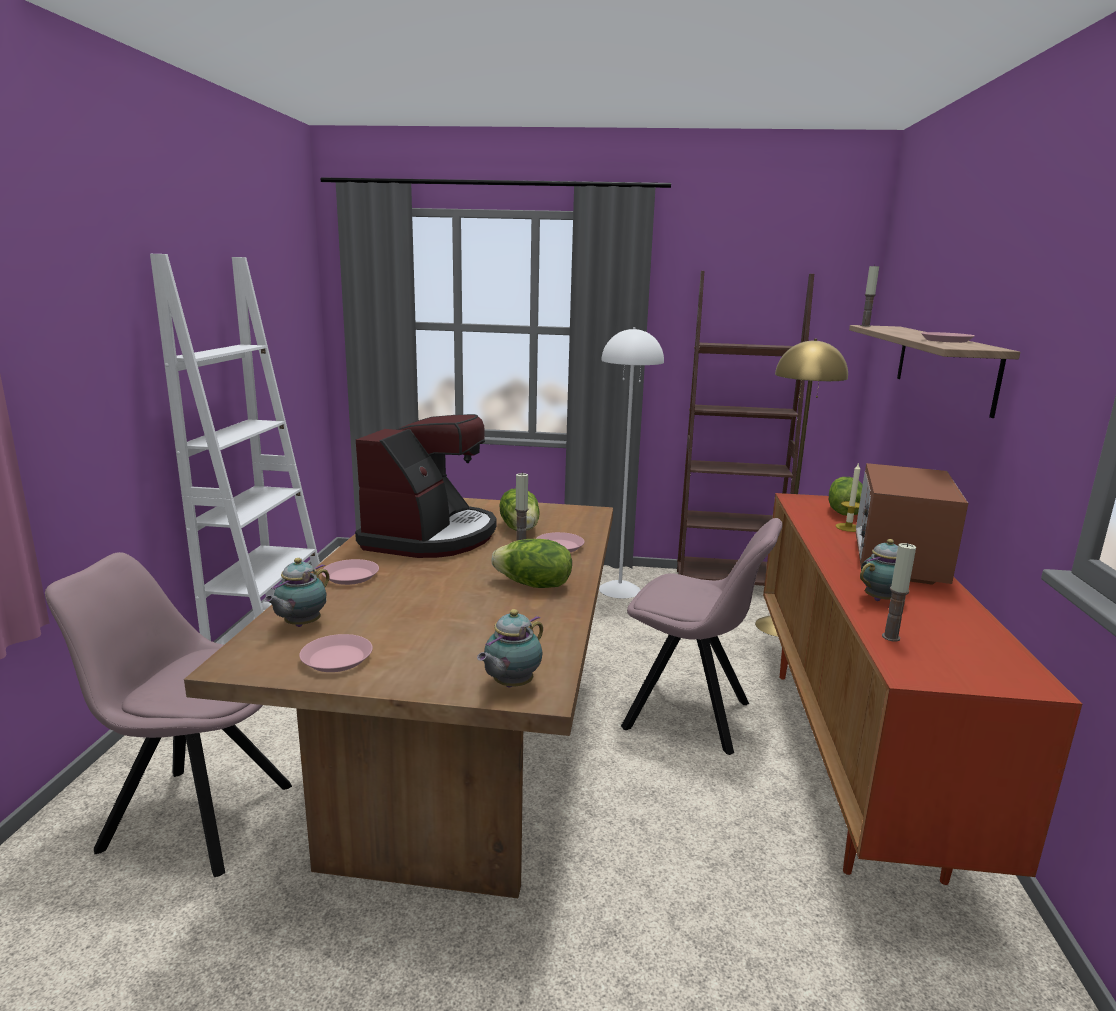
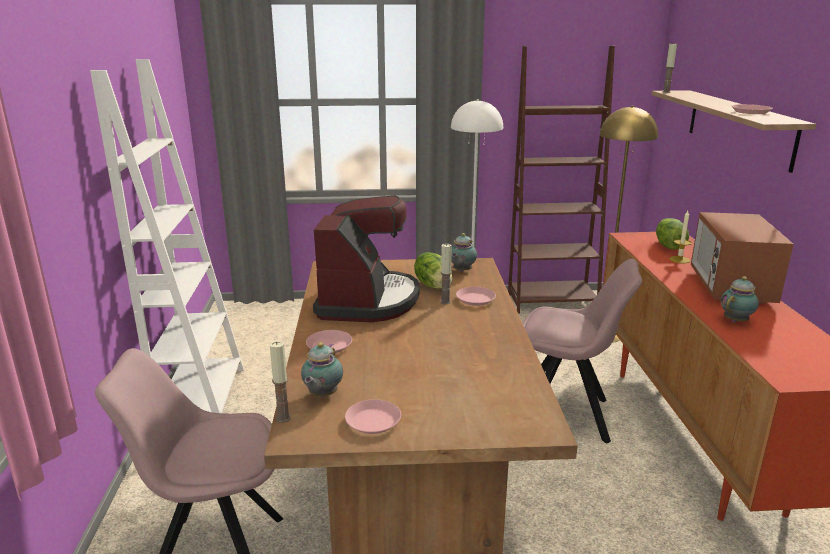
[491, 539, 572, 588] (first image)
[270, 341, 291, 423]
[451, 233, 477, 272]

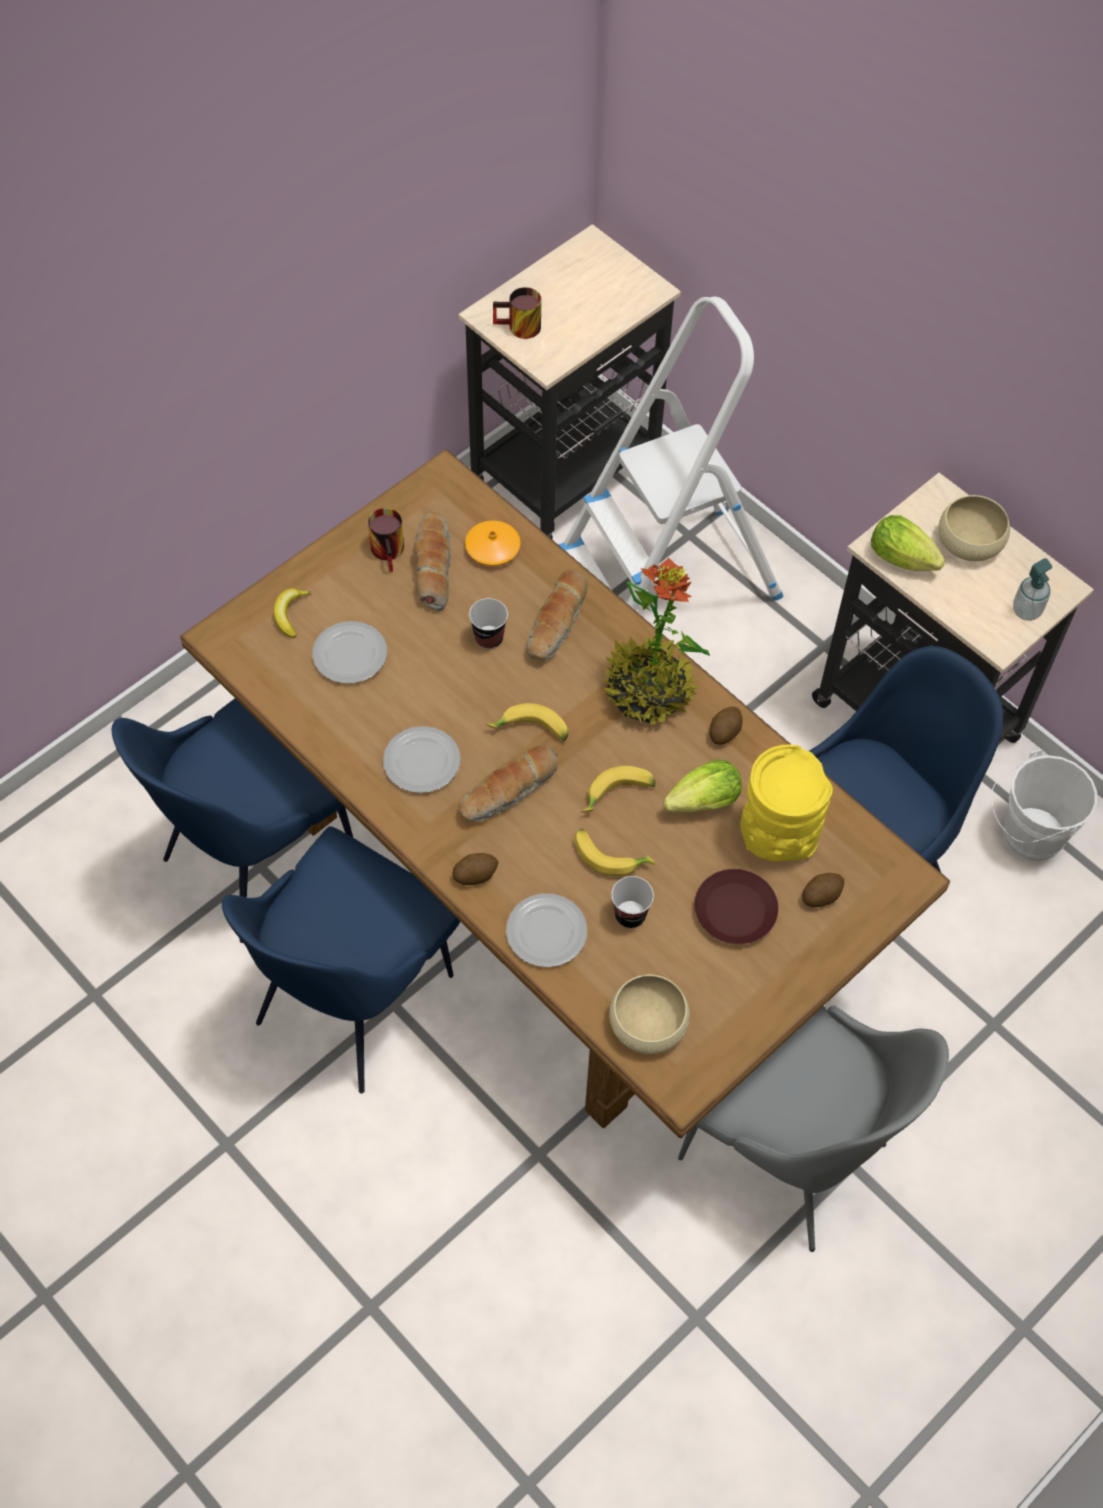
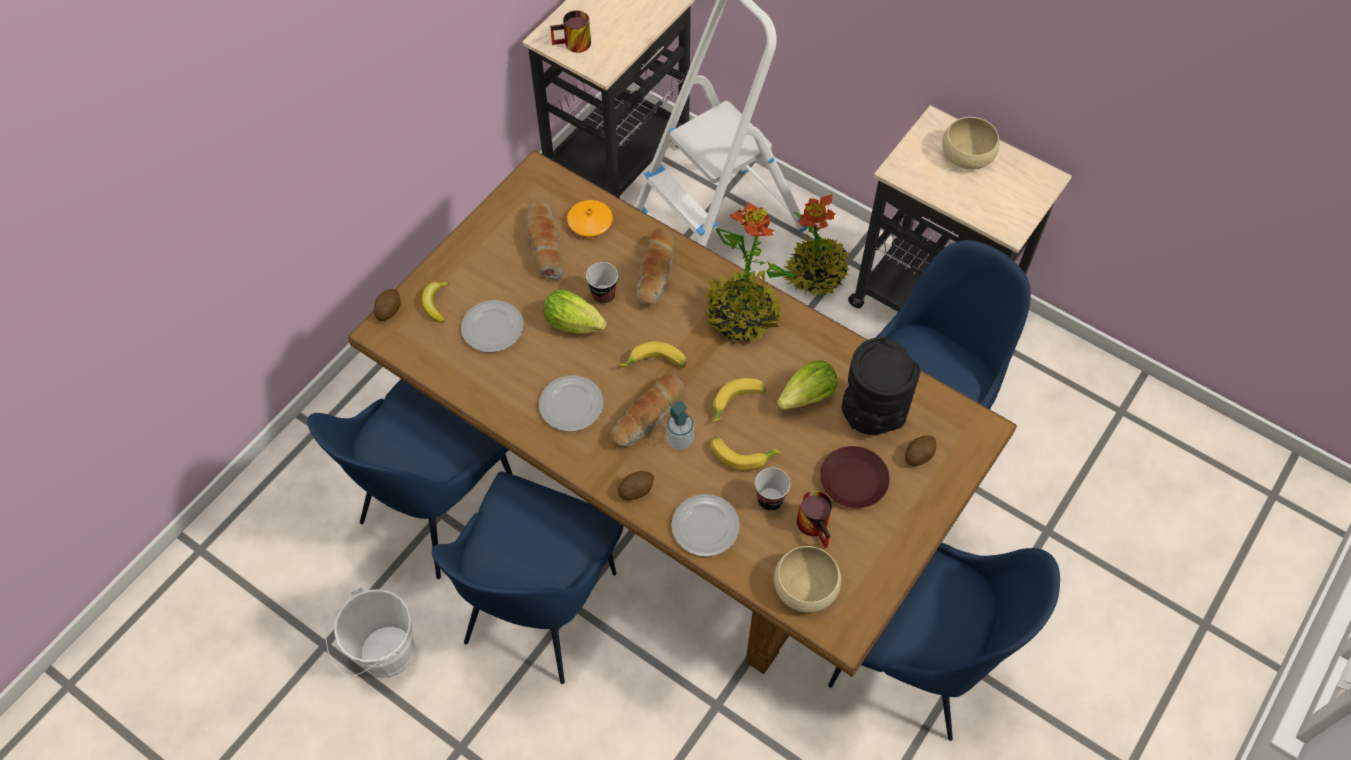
[797, 490, 832, 548]
[543, 289, 607, 334]
[667, 400, 694, 450]
[374, 289, 401, 321]
[842, 337, 921, 435]
[325, 587, 415, 678]
[828, 543, 1060, 741]
[783, 193, 850, 296]

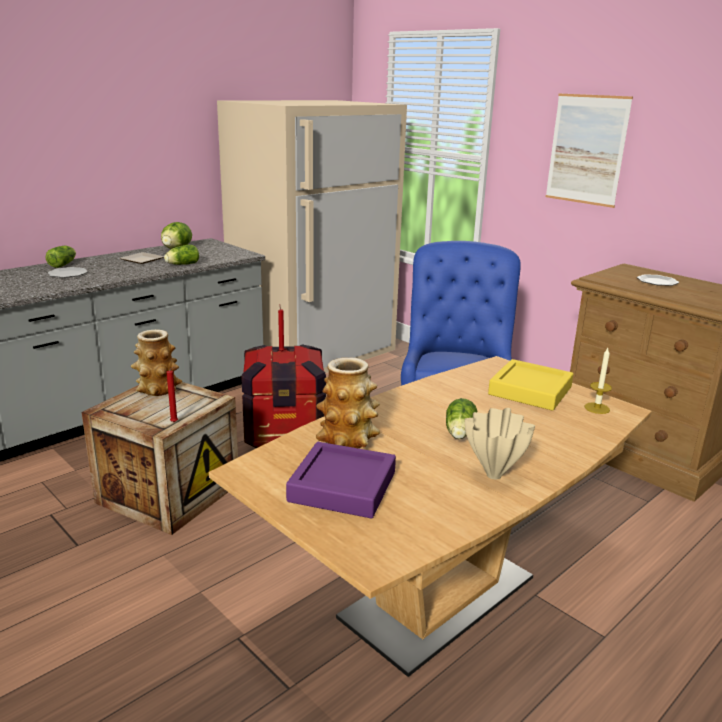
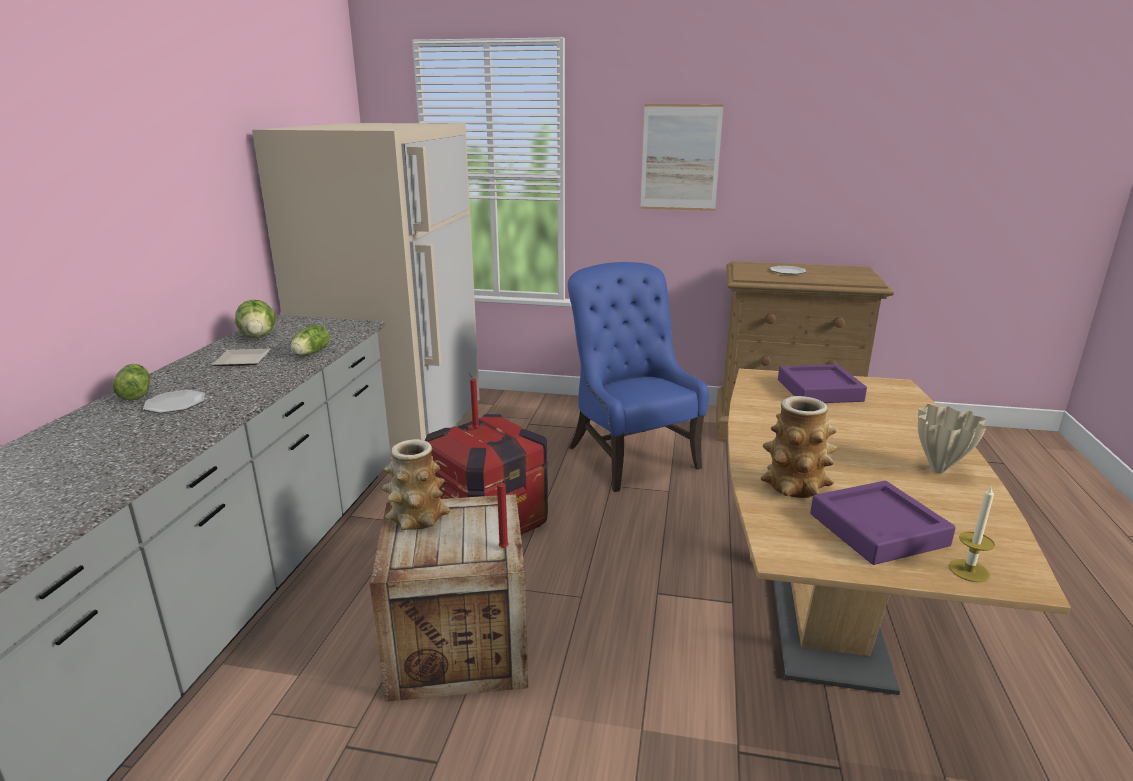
[949, 485, 995, 582]
[778, 364, 867, 403]
[446, 398, 477, 439] (first image)

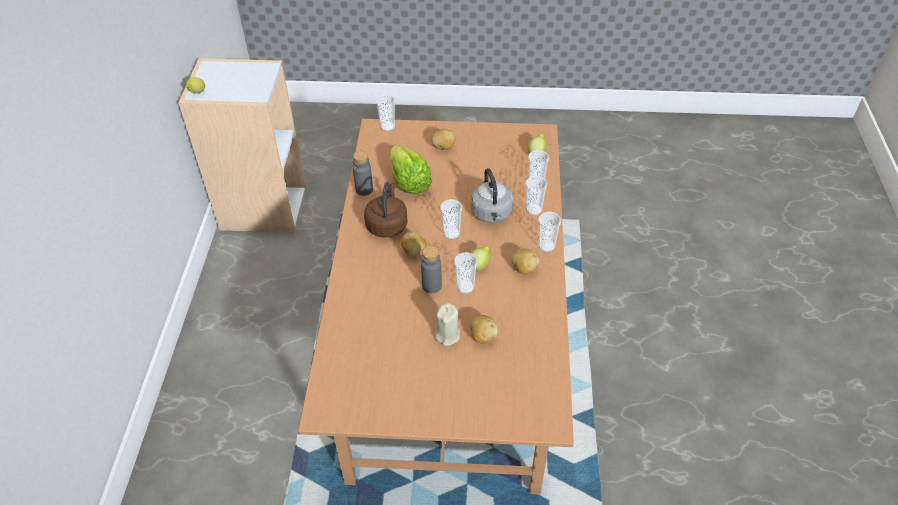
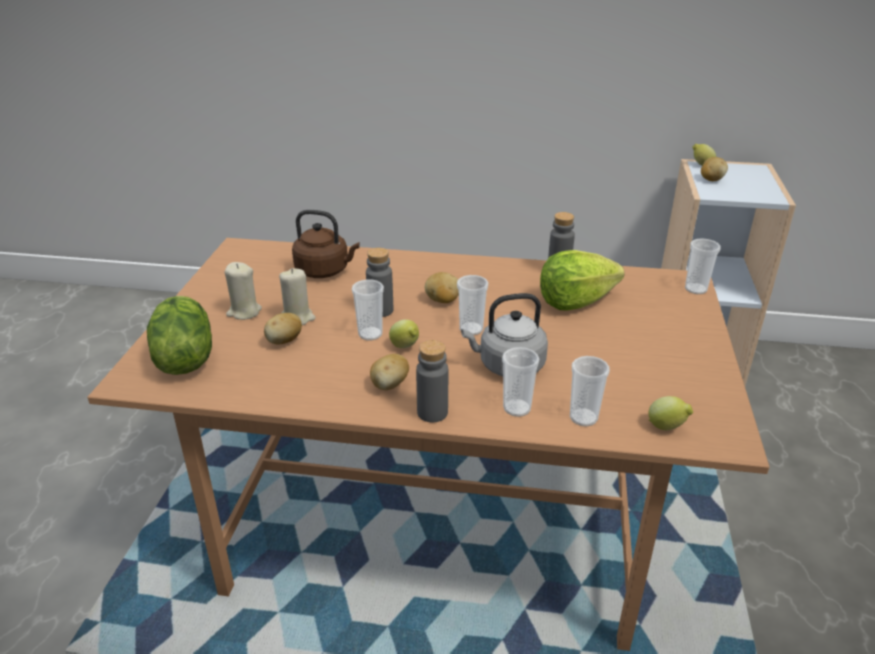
[701, 157, 728, 181]
[292, 210, 360, 278]
[416, 340, 448, 423]
[225, 262, 262, 320]
[147, 296, 212, 375]

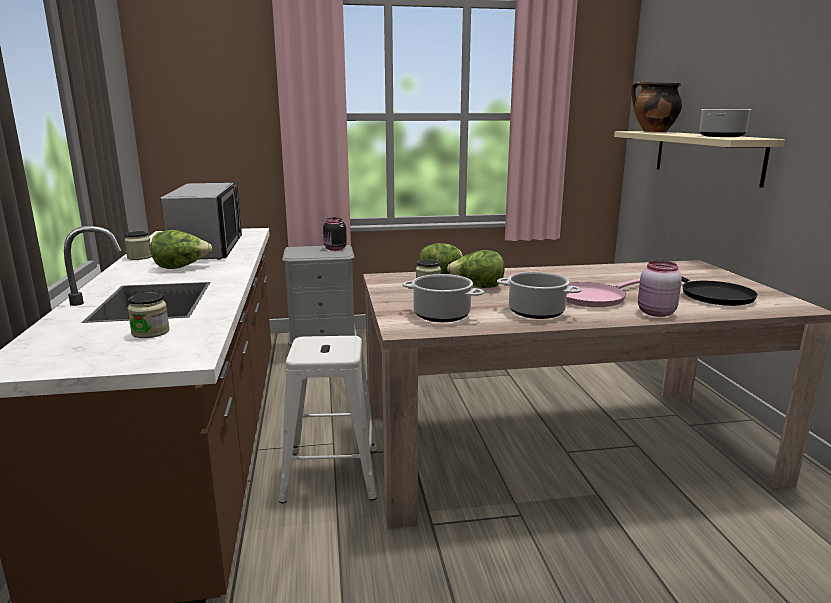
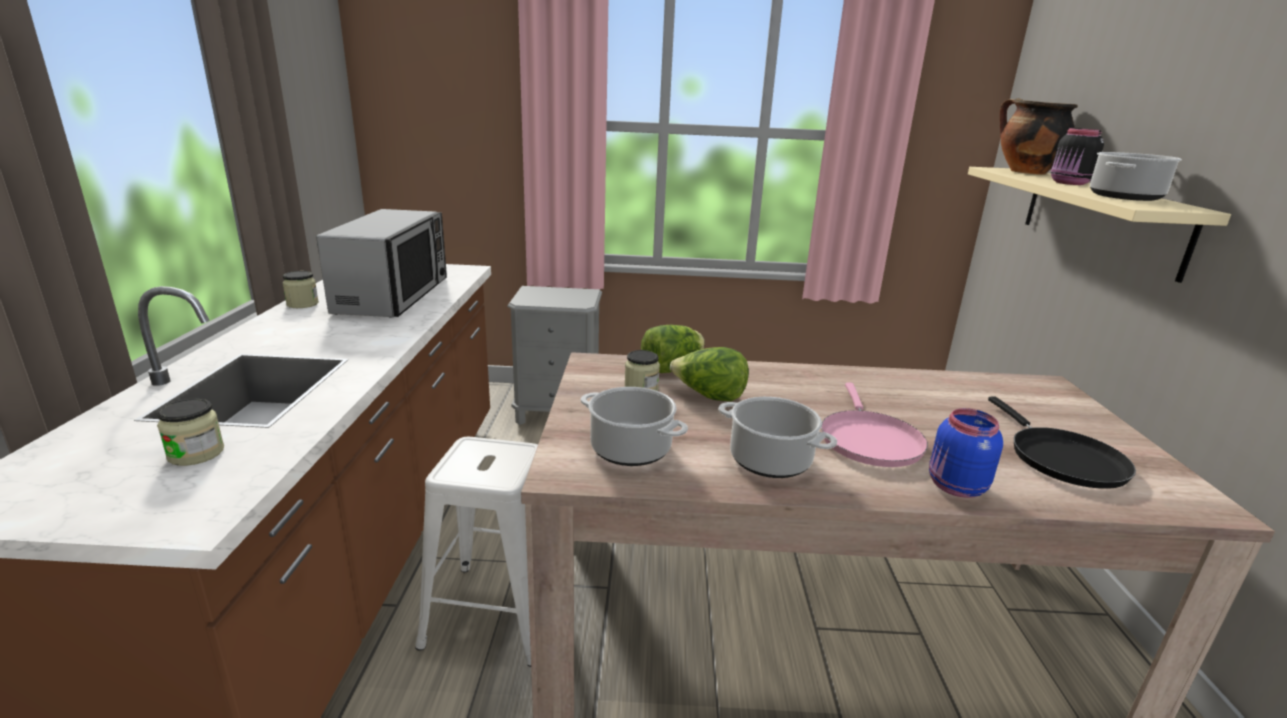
[1051, 128, 1104, 185]
[151, 230, 212, 269] (first image)
[929, 408, 1003, 498]
[821, 382, 928, 467]

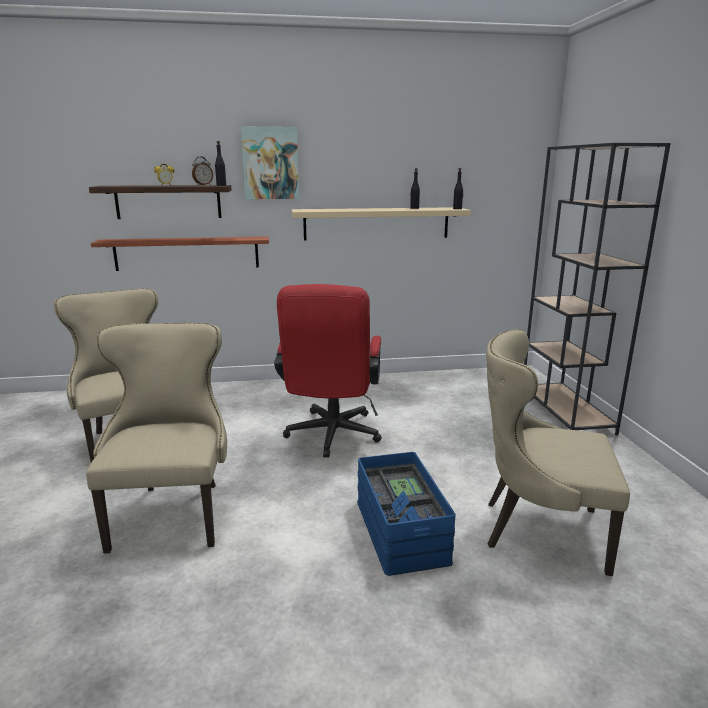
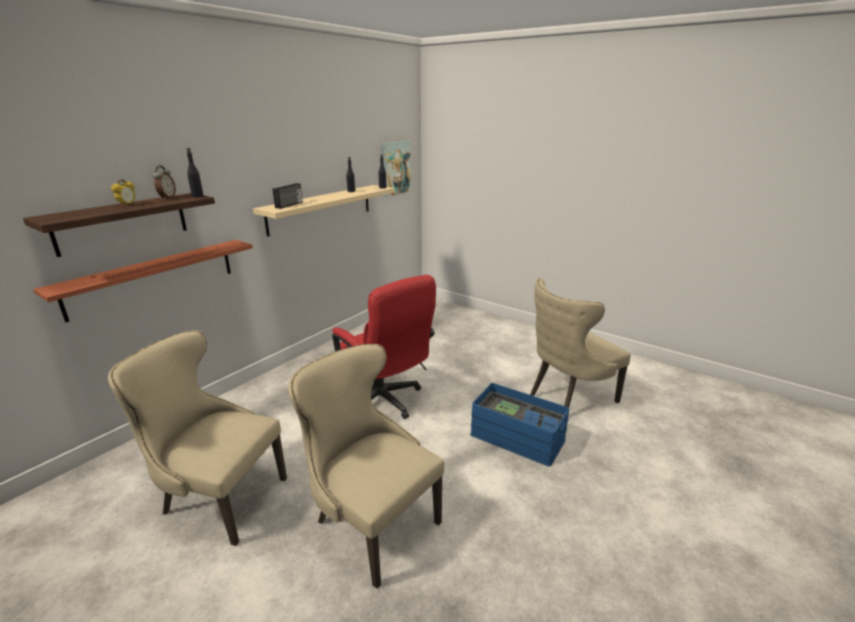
[381, 141, 411, 197]
[524, 143, 671, 436] (first image)
[273, 183, 303, 209]

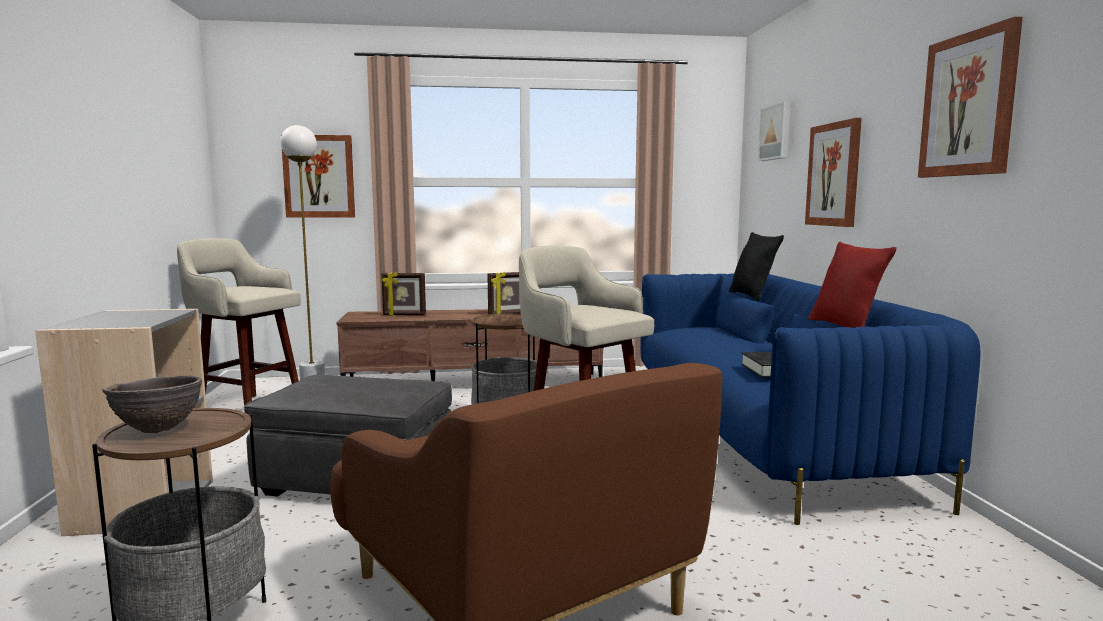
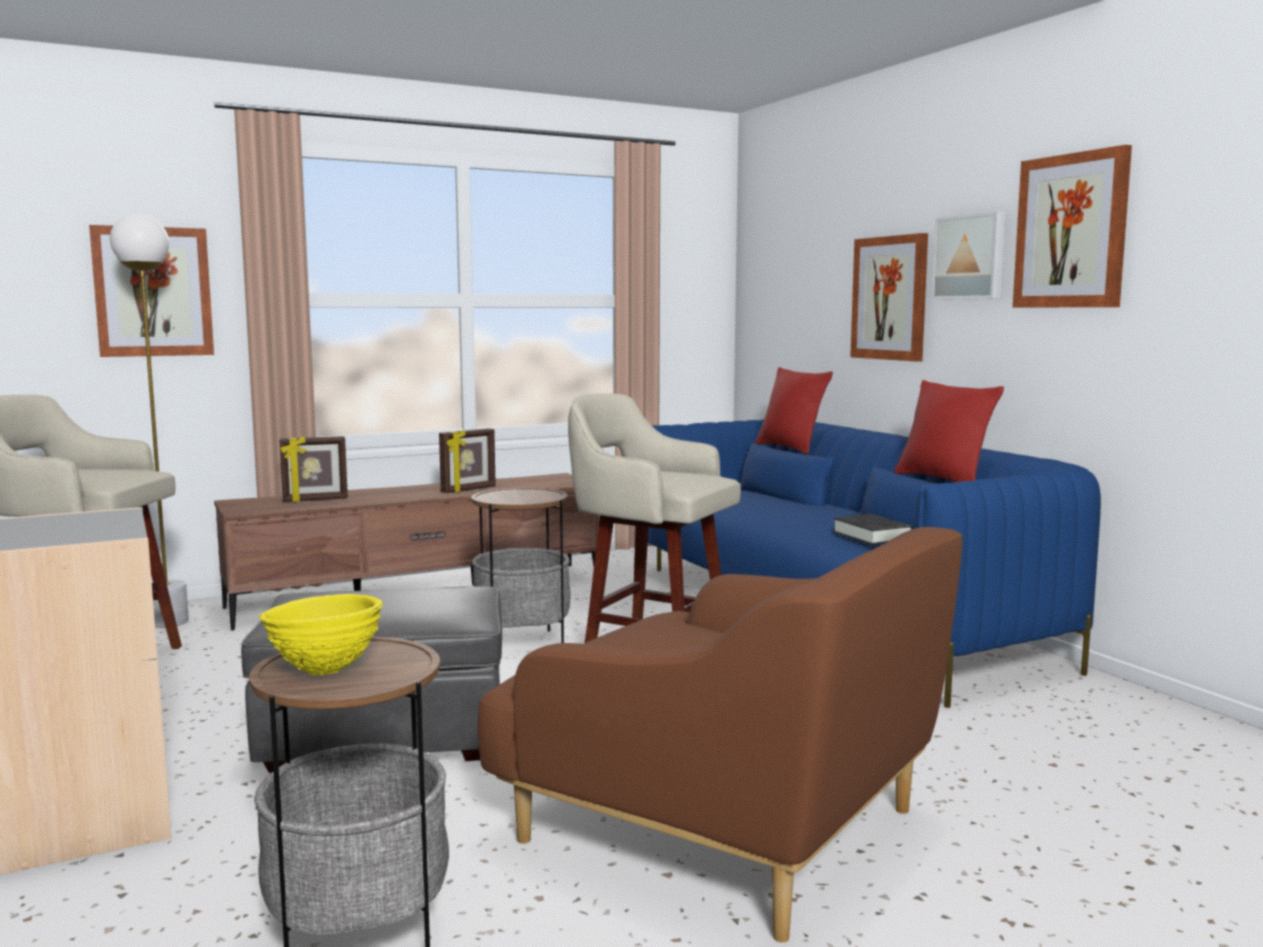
[932, 211, 1005, 300]
[755, 367, 833, 454]
[259, 594, 383, 675]

